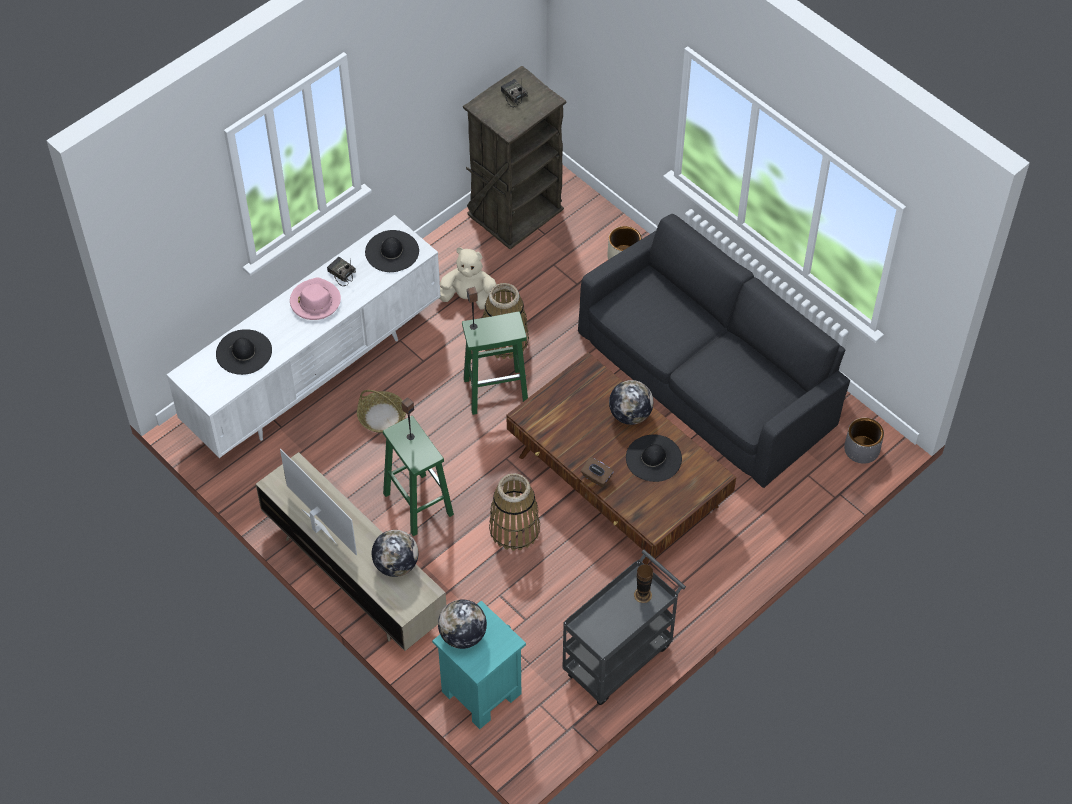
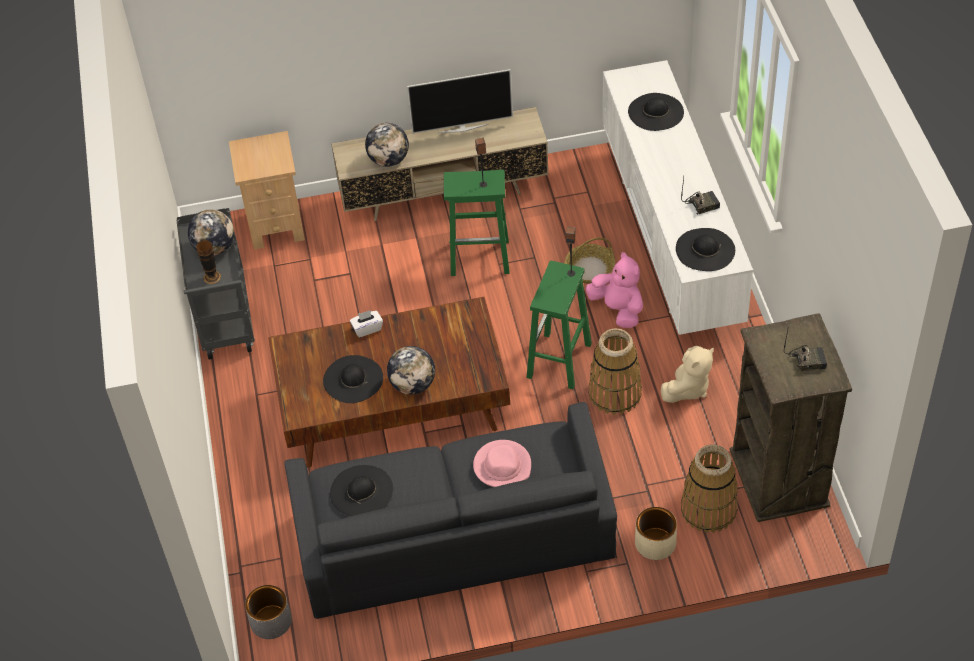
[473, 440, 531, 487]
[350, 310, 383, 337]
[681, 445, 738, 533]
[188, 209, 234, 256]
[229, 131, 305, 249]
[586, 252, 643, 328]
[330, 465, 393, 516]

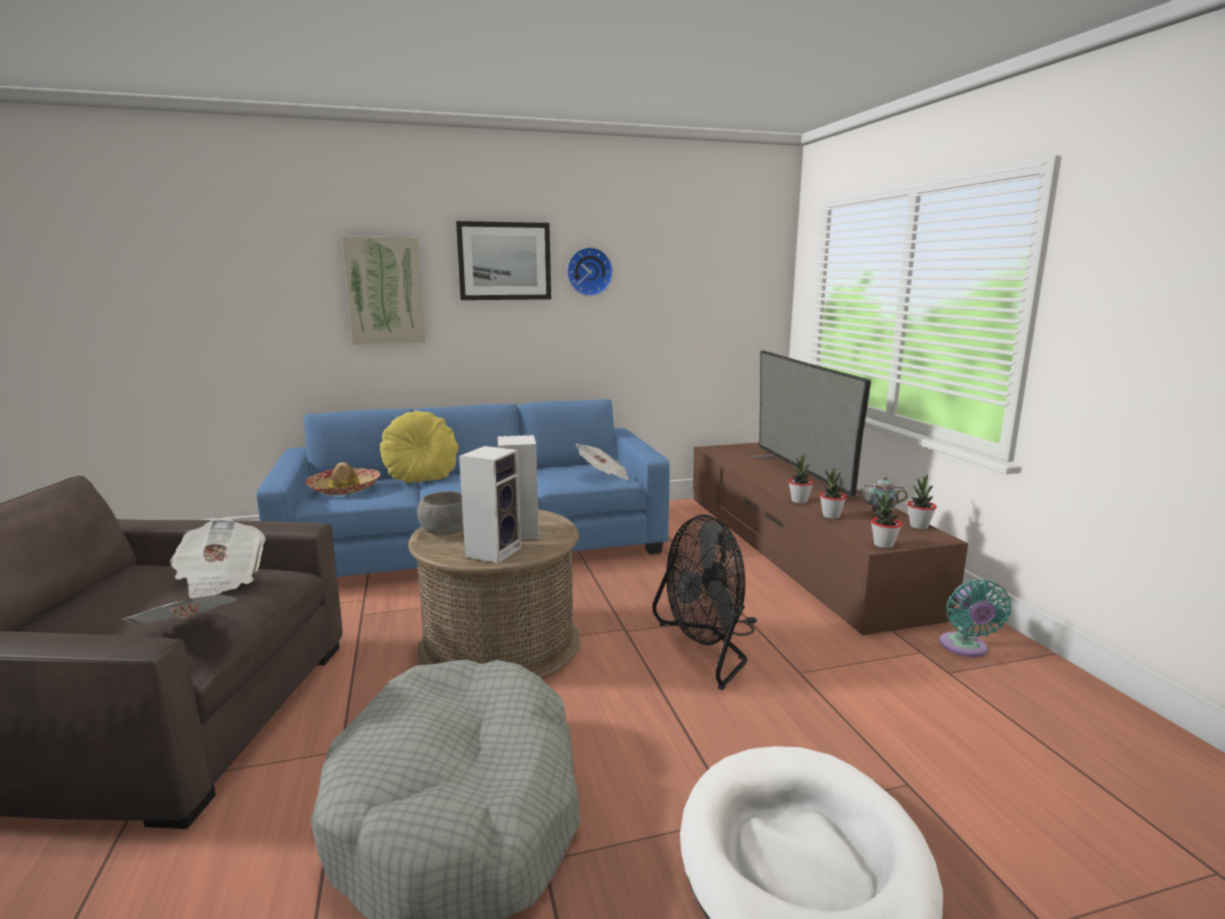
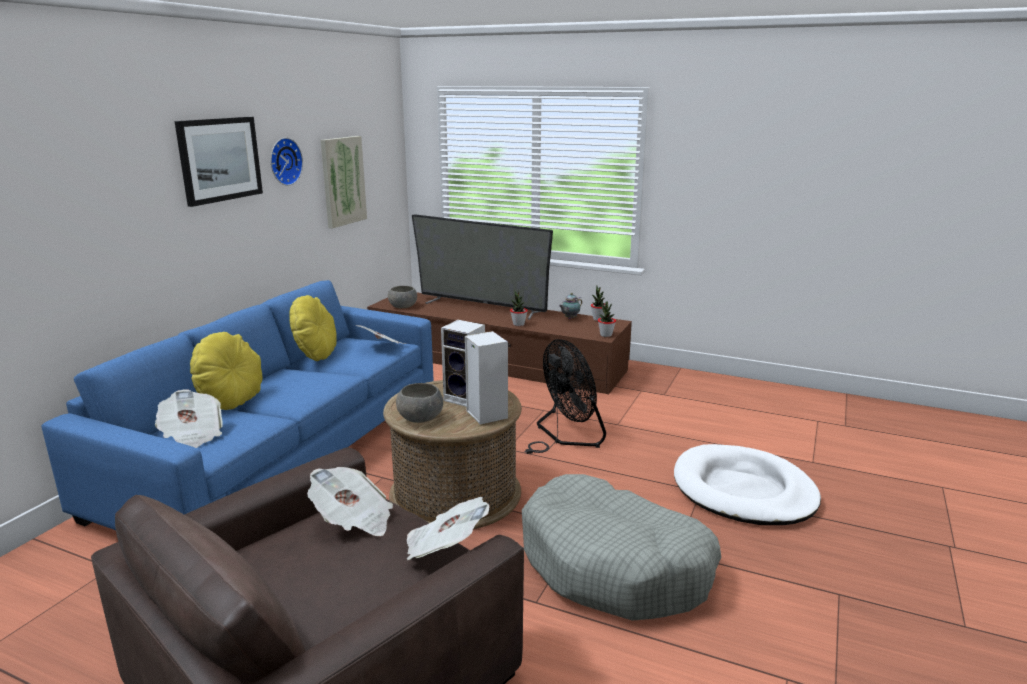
[321, 136, 367, 229]
[155, 389, 223, 448]
[820, 469, 847, 519] (first image)
[525, 339, 606, 454]
[940, 579, 1011, 657] (first image)
[388, 286, 417, 308]
[289, 295, 337, 361]

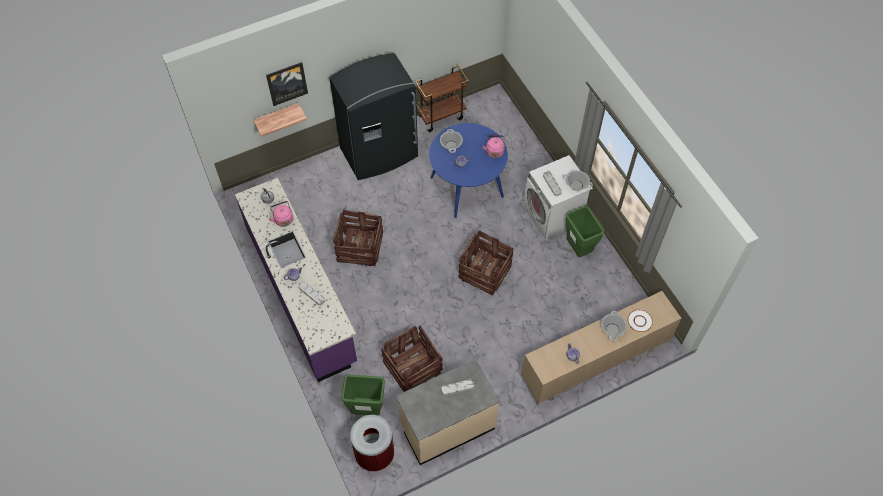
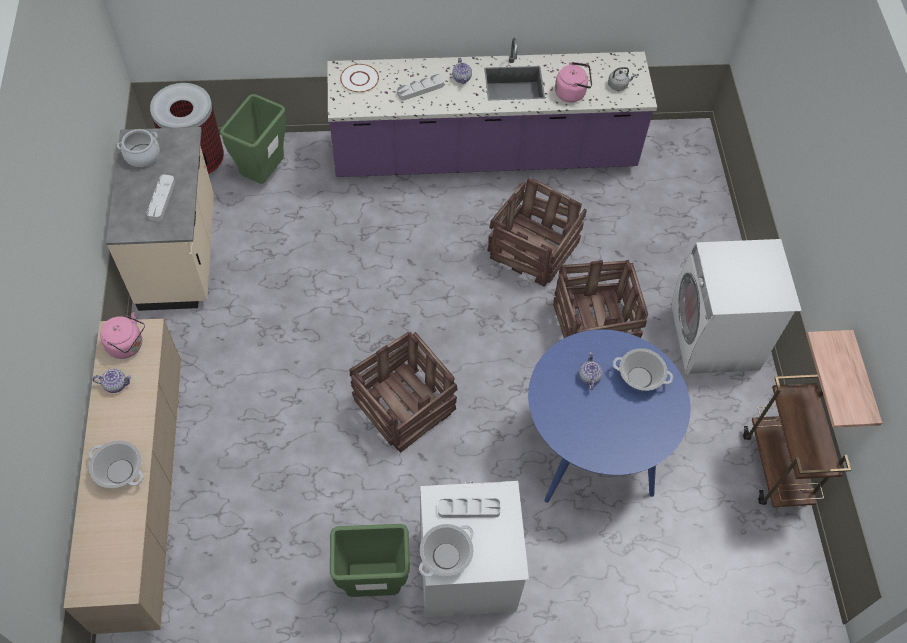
[671, 239, 802, 374]
[266, 62, 308, 106] (first image)
[806, 330, 882, 428]
[100, 312, 145, 359]
[340, 64, 379, 92]
[553, 260, 648, 338]
[117, 129, 159, 167]

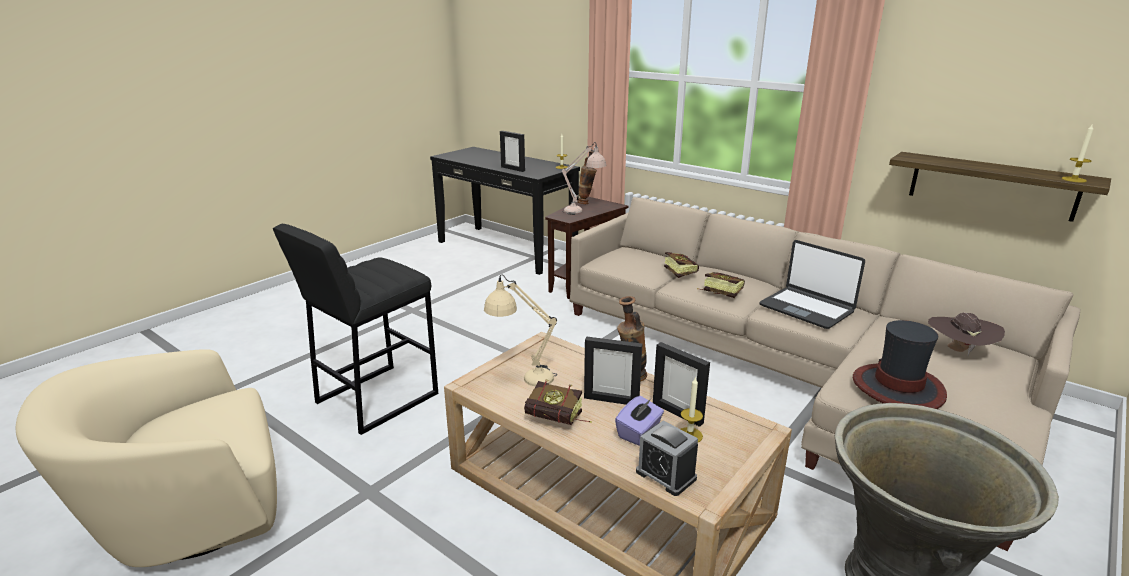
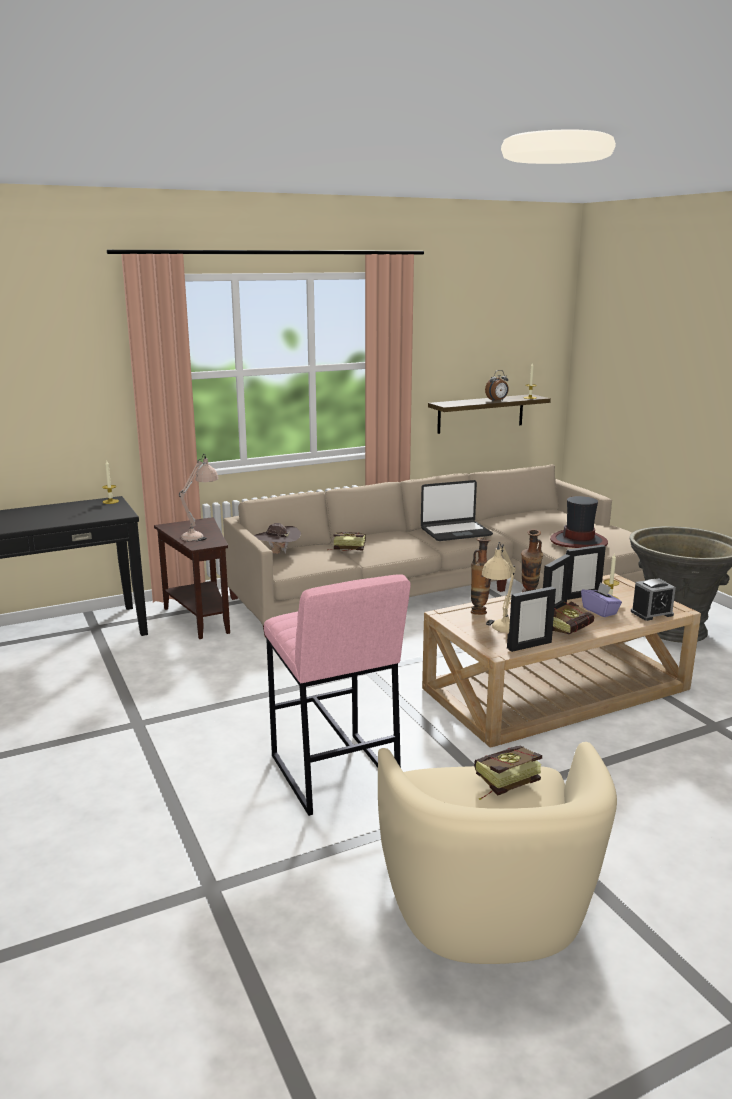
[507, 587, 556, 652]
[471, 538, 491, 615]
[264, 574, 411, 816]
[474, 746, 542, 800]
[254, 523, 301, 554]
[485, 370, 509, 401]

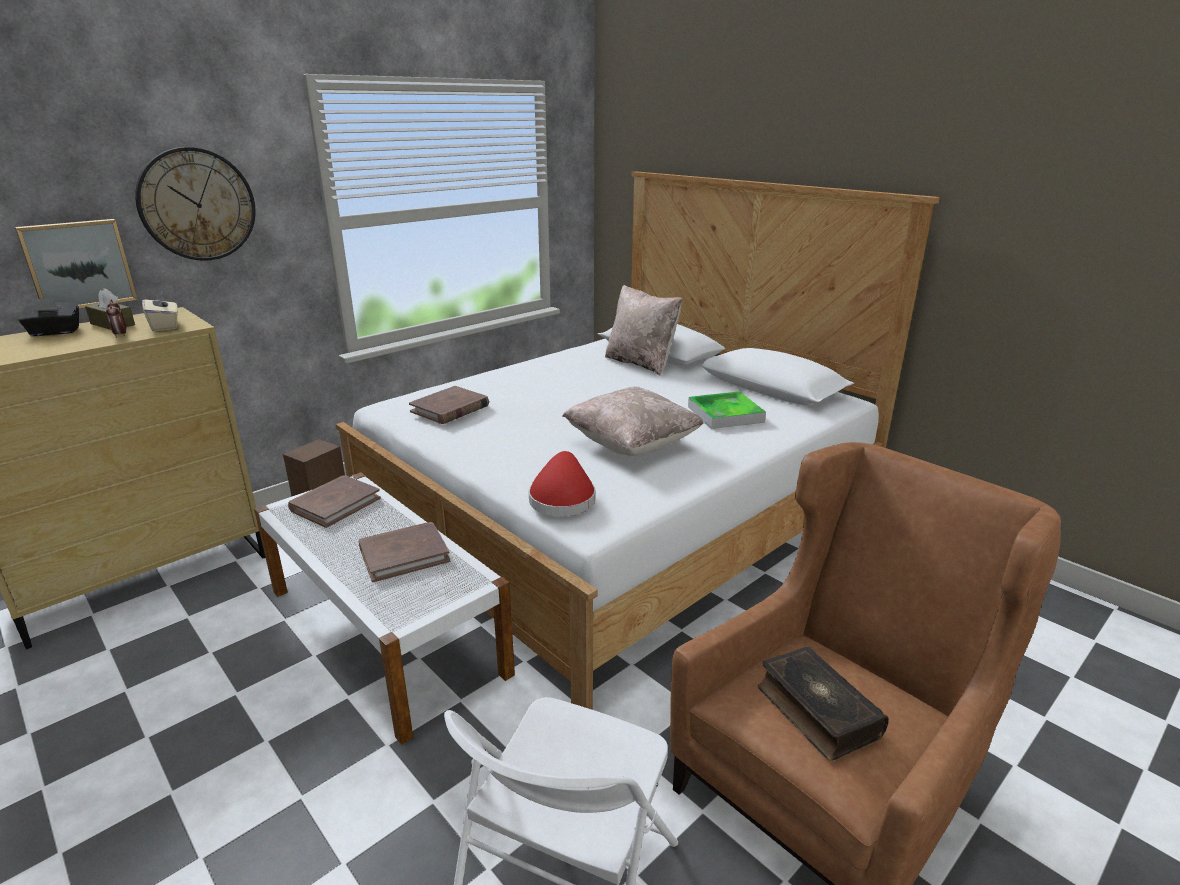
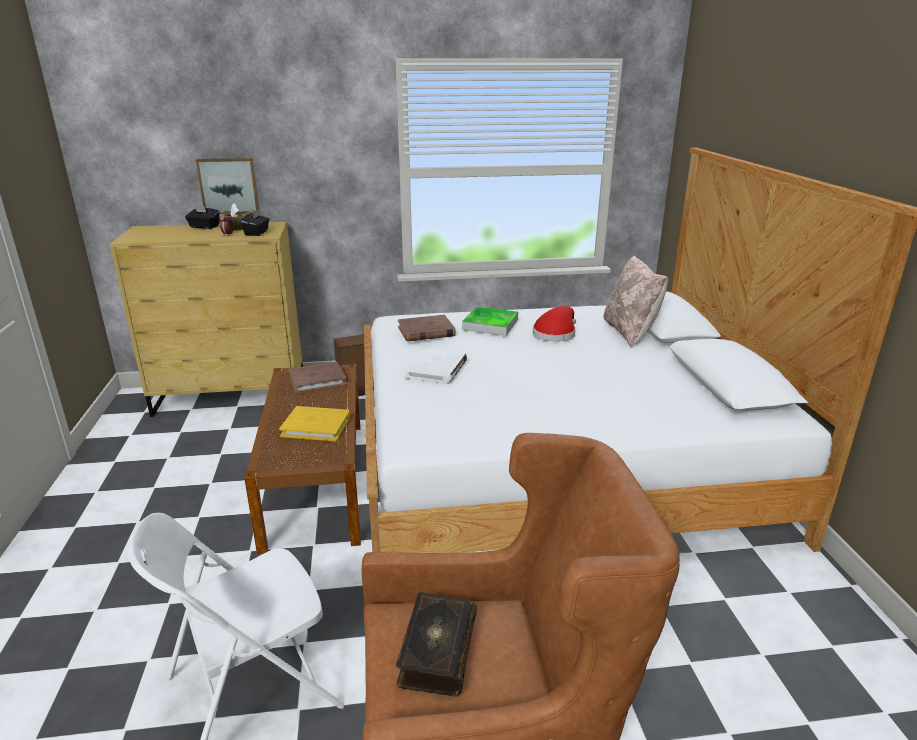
[135, 147, 256, 261] (first image)
[240, 209, 269, 236]
[562, 386, 704, 456] (first image)
[462, 307, 518, 336]
[533, 306, 576, 342]
[244, 364, 361, 555]
[279, 406, 350, 442]
[405, 348, 467, 384]

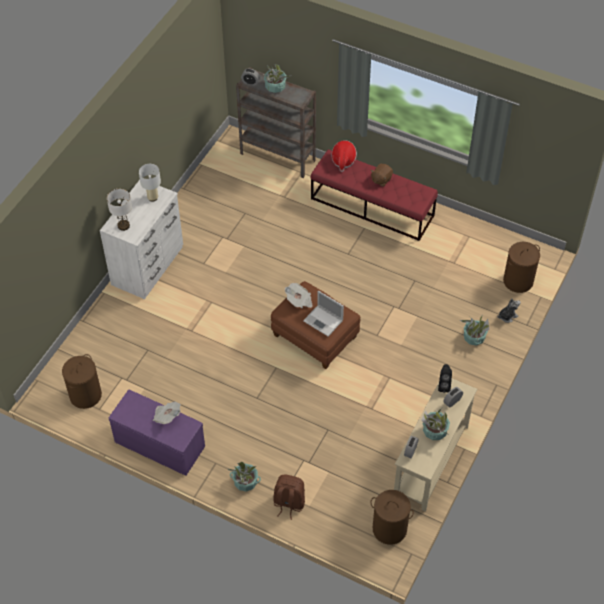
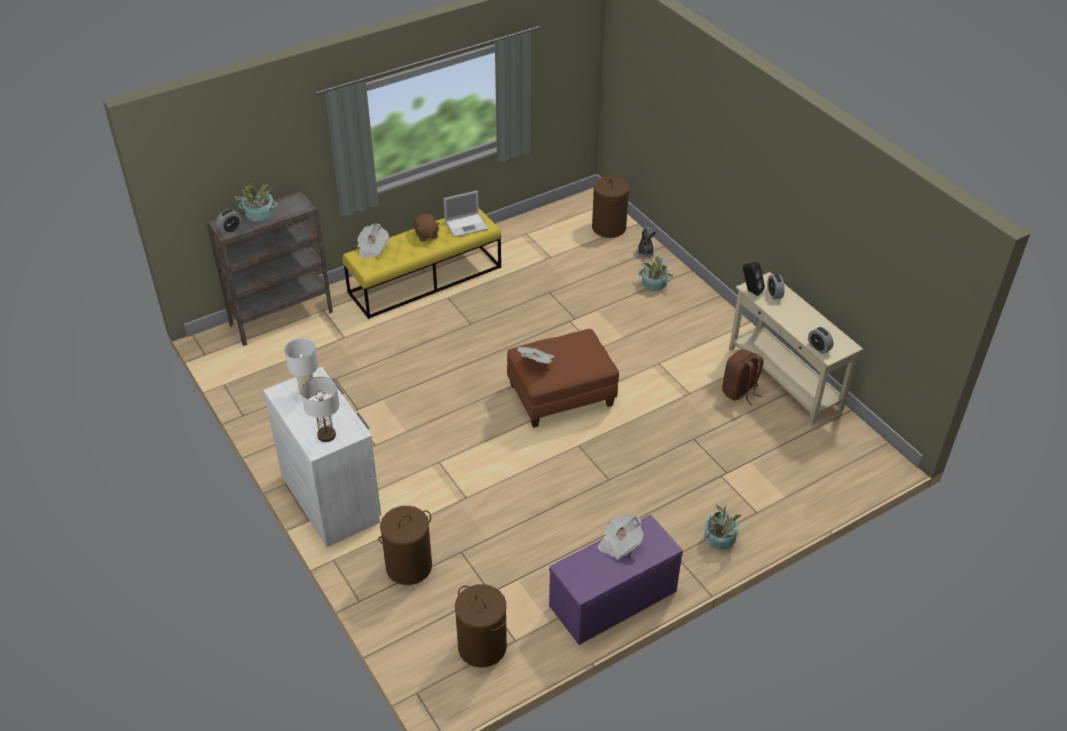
[357, 223, 389, 259]
[343, 208, 501, 319]
[444, 191, 488, 238]
[421, 407, 450, 440] (first image)
[722, 349, 763, 405]
[378, 506, 432, 585]

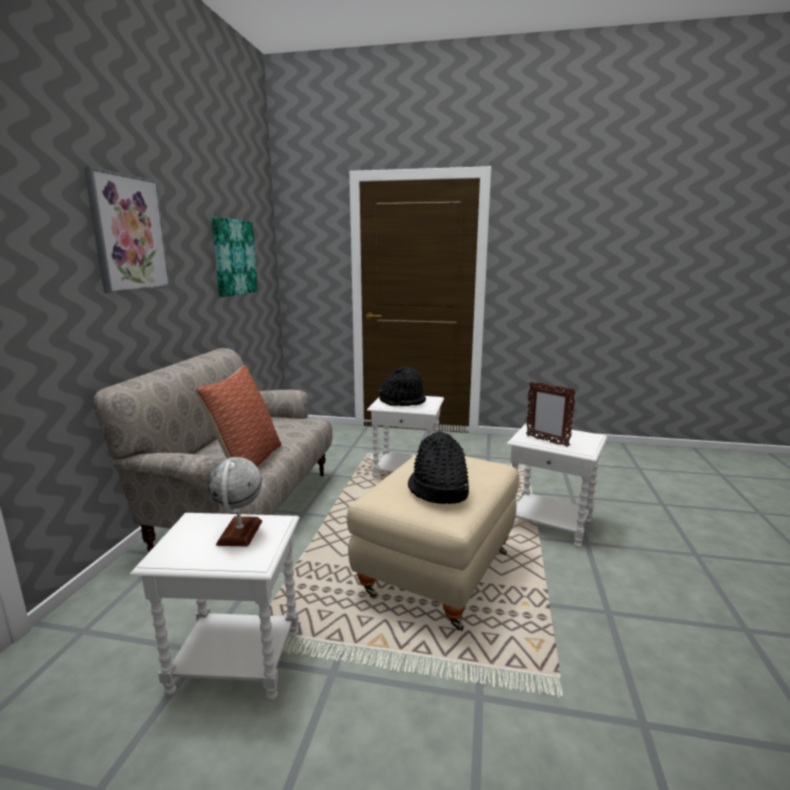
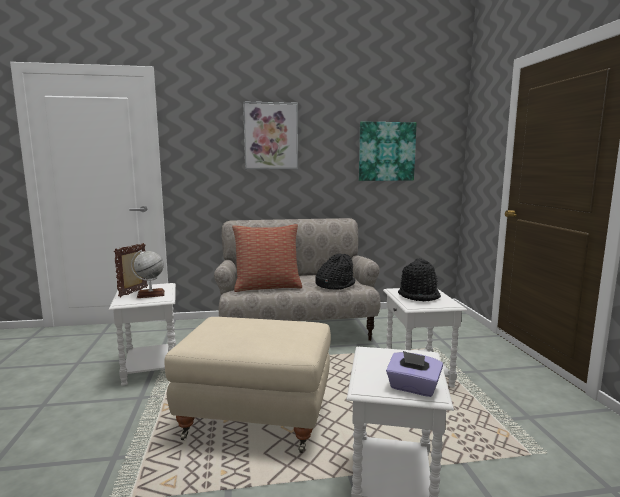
[114, 243, 148, 297]
[315, 254, 355, 290]
[386, 351, 443, 397]

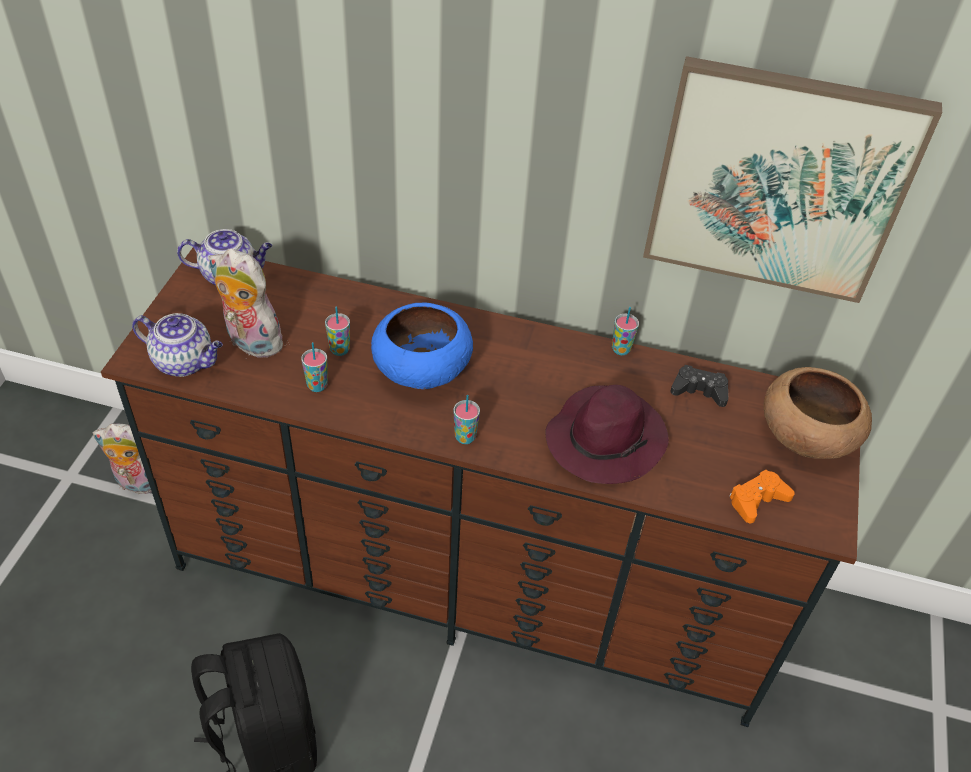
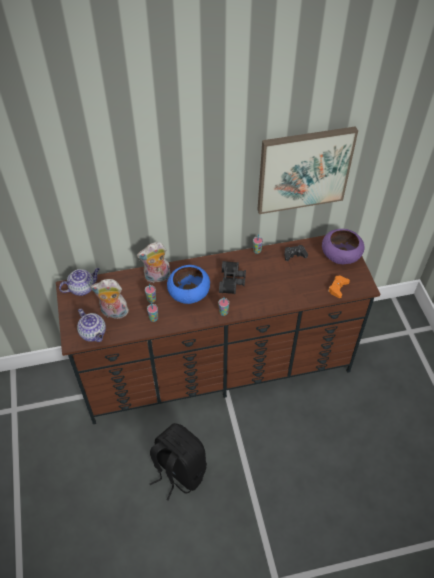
[77, 309, 106, 342]
[322, 229, 365, 264]
[546, 385, 669, 484] (first image)
[137, 242, 170, 283]
[219, 261, 246, 294]

